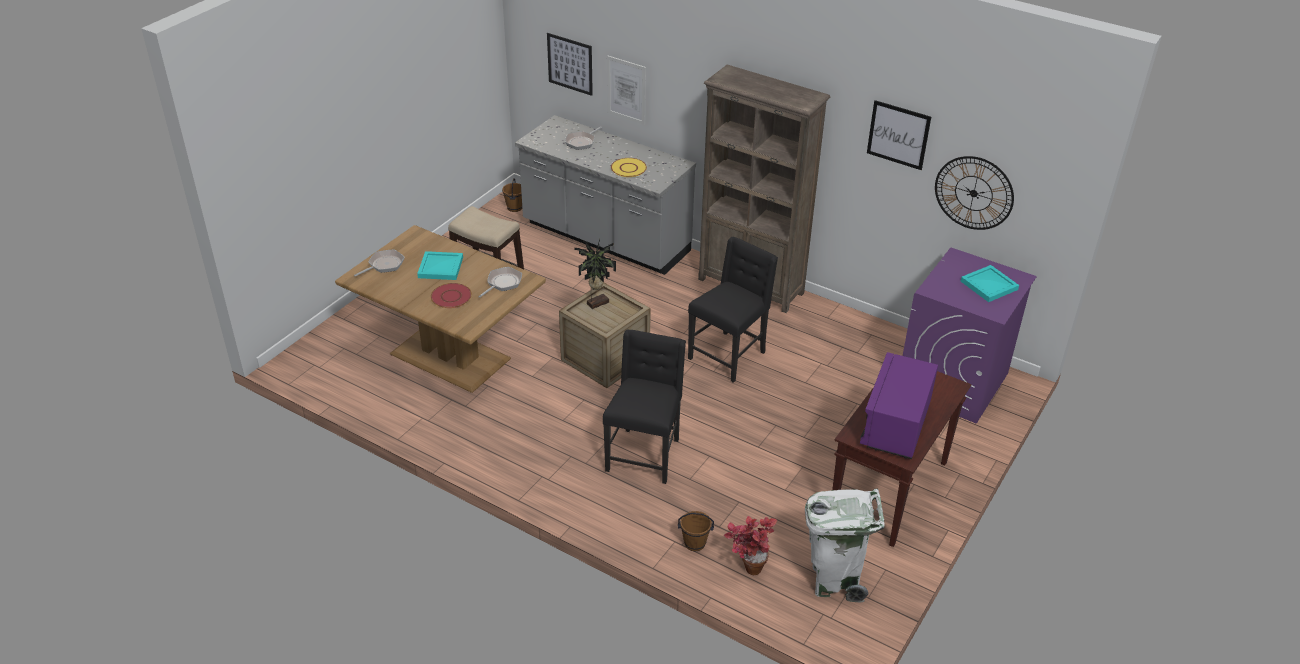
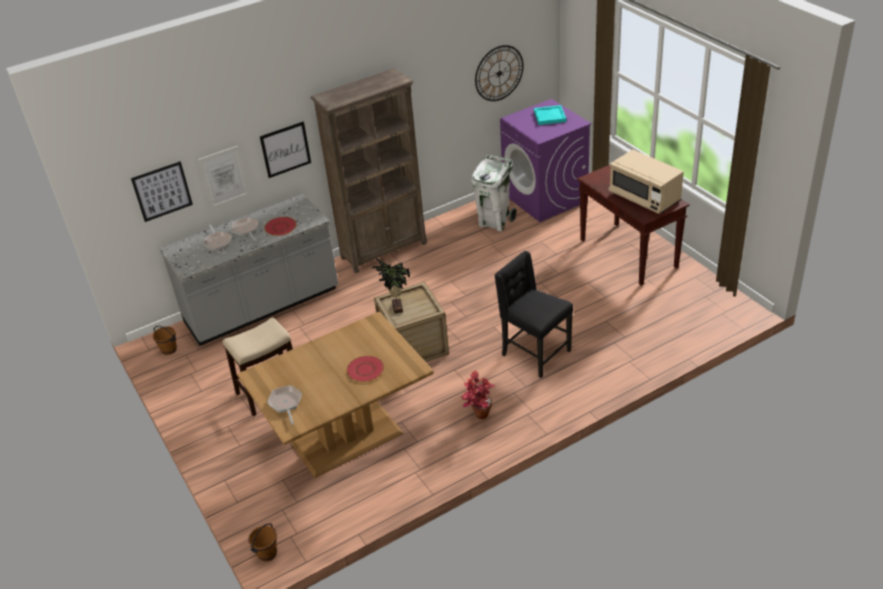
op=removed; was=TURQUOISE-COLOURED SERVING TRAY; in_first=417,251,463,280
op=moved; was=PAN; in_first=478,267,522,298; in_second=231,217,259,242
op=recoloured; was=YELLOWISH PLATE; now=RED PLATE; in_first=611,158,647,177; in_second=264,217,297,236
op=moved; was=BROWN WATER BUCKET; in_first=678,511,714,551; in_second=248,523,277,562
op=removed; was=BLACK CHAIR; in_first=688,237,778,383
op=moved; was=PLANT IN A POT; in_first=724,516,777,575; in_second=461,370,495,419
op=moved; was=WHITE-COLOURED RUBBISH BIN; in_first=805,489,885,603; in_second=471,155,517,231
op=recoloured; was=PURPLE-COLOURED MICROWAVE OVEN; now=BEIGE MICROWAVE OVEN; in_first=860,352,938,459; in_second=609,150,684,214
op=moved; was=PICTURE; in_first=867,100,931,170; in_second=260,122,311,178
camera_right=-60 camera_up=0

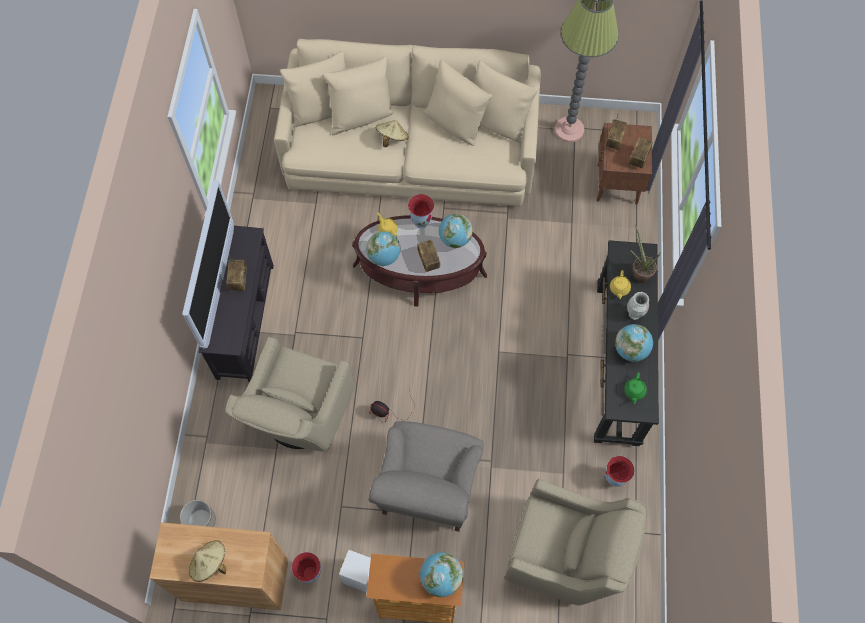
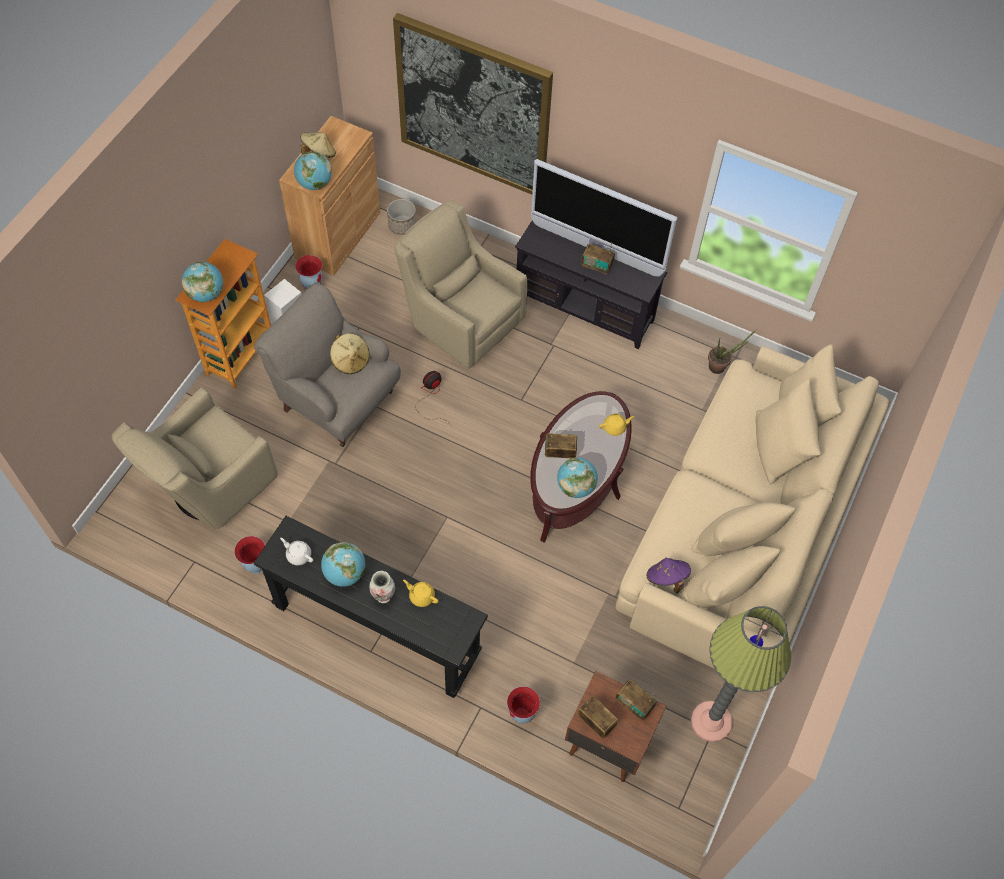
op=moved; was=WORLD GLOBE; in_first=366,232,400,266; in_second=294,152,332,190
op=moved; was=BEIGE CLOTHING HAT; in_first=376,120,409,147; in_second=330,333,370,374
op=moved; was=VASE; in_first=408,194,434,229; in_second=507,686,540,724
op=recoloured; was=GREENISH TEAPOT; now=WHITE-COLOURED TEAPOT; in_first=624,372,647,404; in_second=280,538,313,565
op=moved; was=PLANT IN A POT; in_first=630,224,661,283; in_second=708,330,756,374
op=added; now=PICTURE; in_second=393,13,553,194
op=added; now=PURPLE-COLOURED CLOTHING HAT; in_second=646,558,691,594
camera_right=110 camera_up=-5

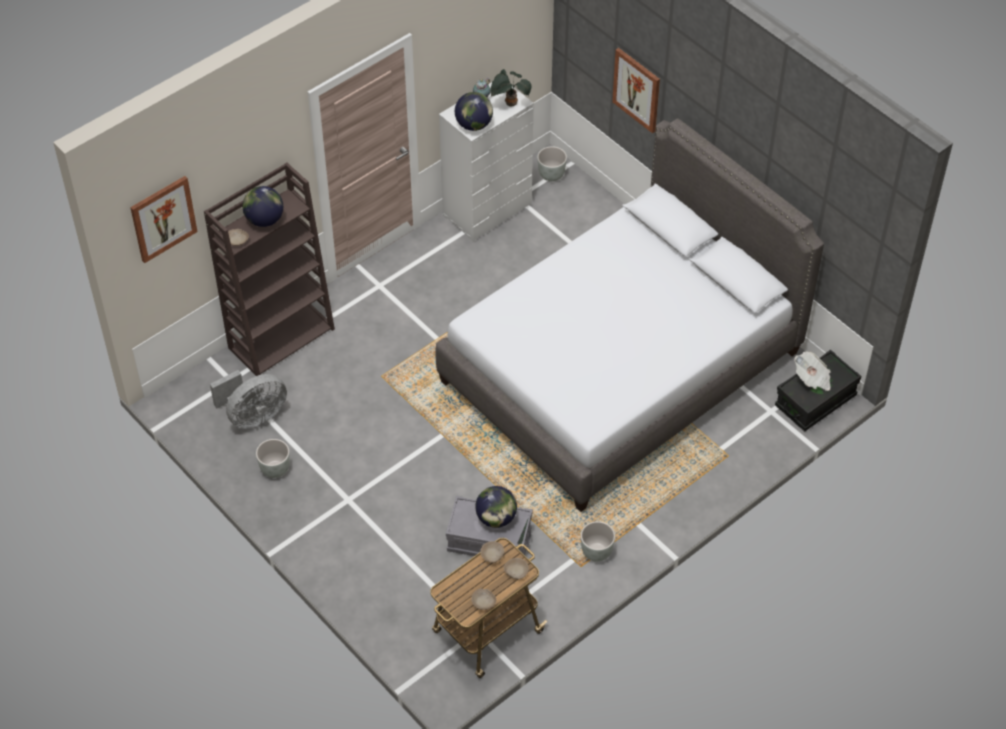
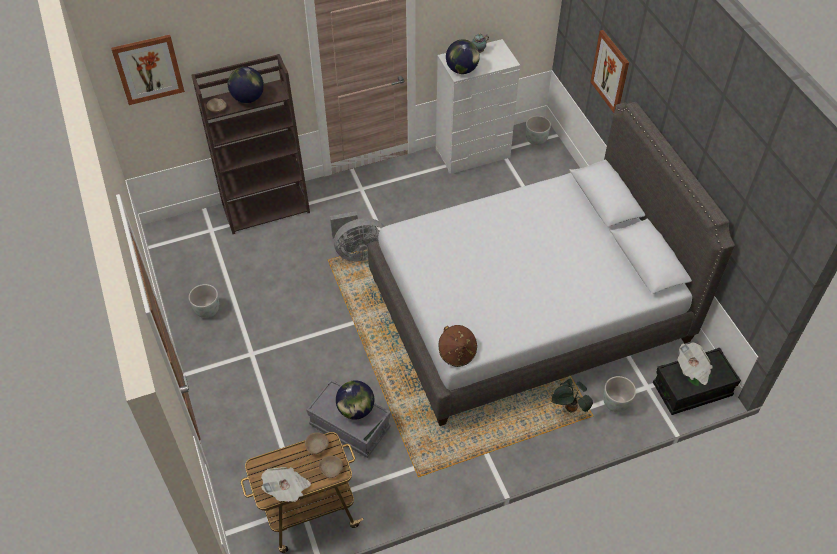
op=moved; was=GREY FAN; in_first=210,370,287,429; in_second=330,212,385,261
op=replaced; was=BEIGE BOWL; now=PRINTED PAPER; in_first=471,589,496,610; in_second=261,467,311,502
op=moved; was=PLANT IN A POT; in_first=491,69,532,106; in_second=551,379,593,412
op=moved; was=GREY FLOWER POT; in_first=581,521,615,562; in_second=603,376,636,412
op=added; now=BROWN CLOTHING HAT; in_second=439,325,477,367
camera_right=20 camera_up=0

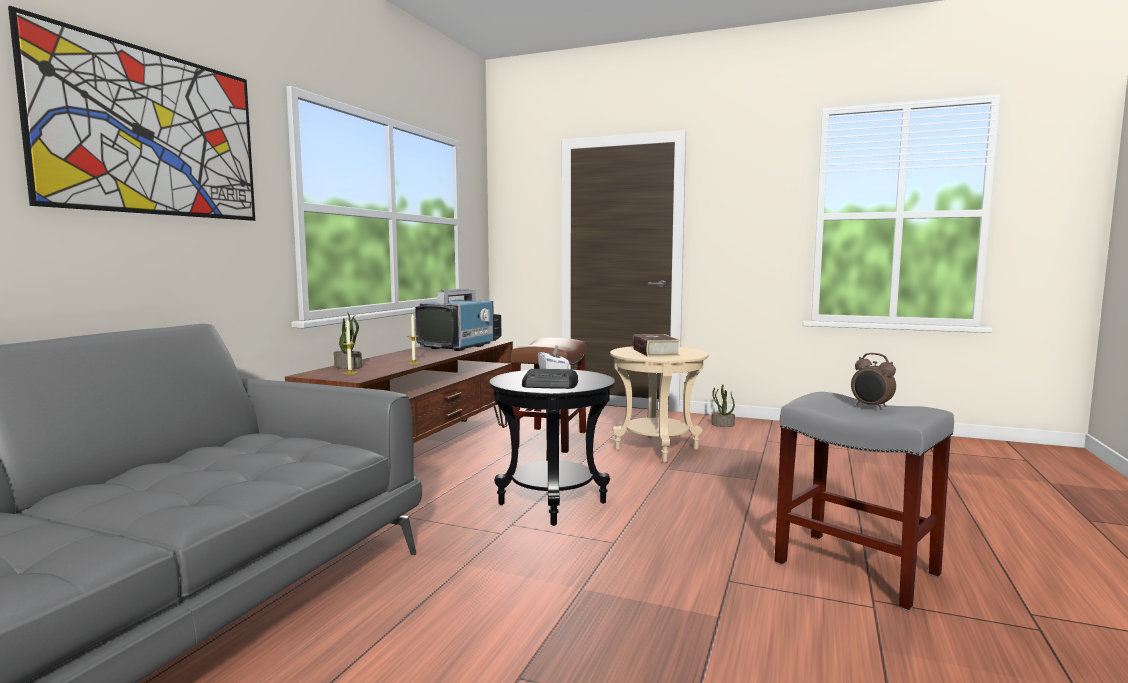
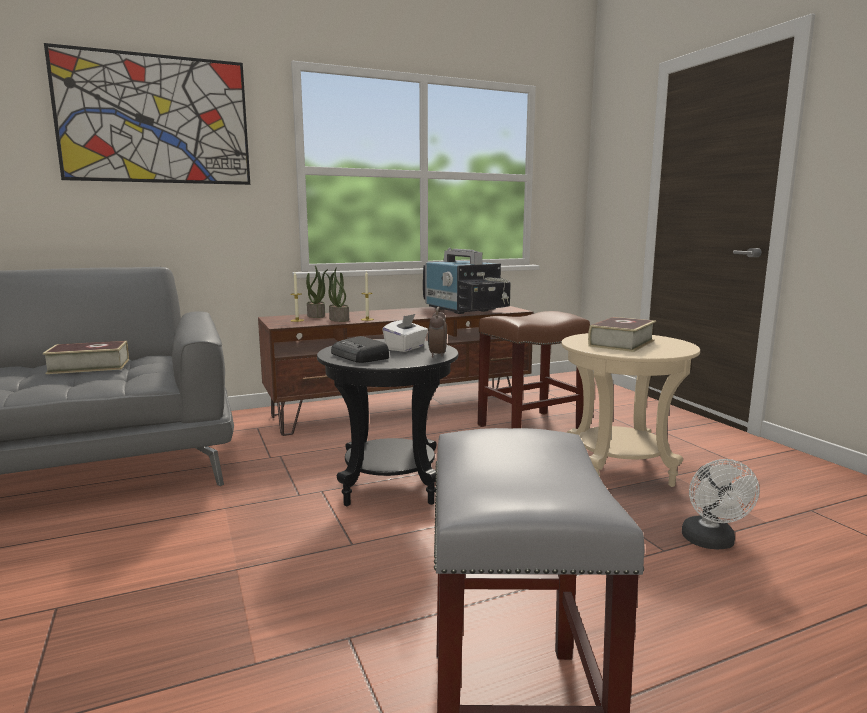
op=turned; was=TV SET; in_first=415,288,502,351; in_second=423,248,511,314; clockwise=75
op=moved; was=PLANT IN A POT; in_first=711,385,735,427; in_second=324,267,349,322
op=moved; was=TABLE CLOCK; in_first=851,353,896,410; in_second=428,307,447,357
op=added; now=BOUND BOOK; in_second=43,341,129,374
op=added; now=WHITE-COLOURED FAN; in_second=682,459,760,549
camera_right=45 camera_up=5

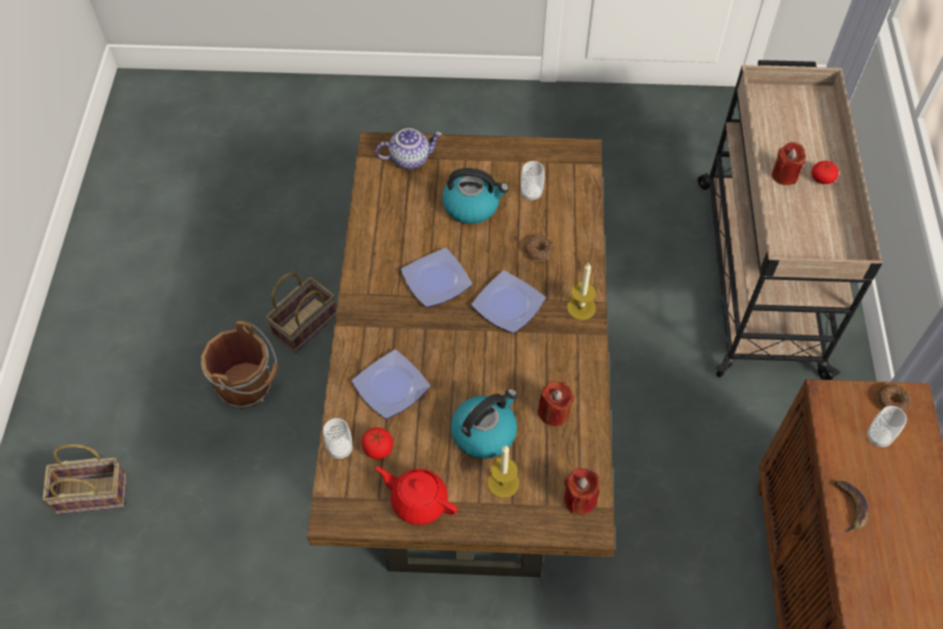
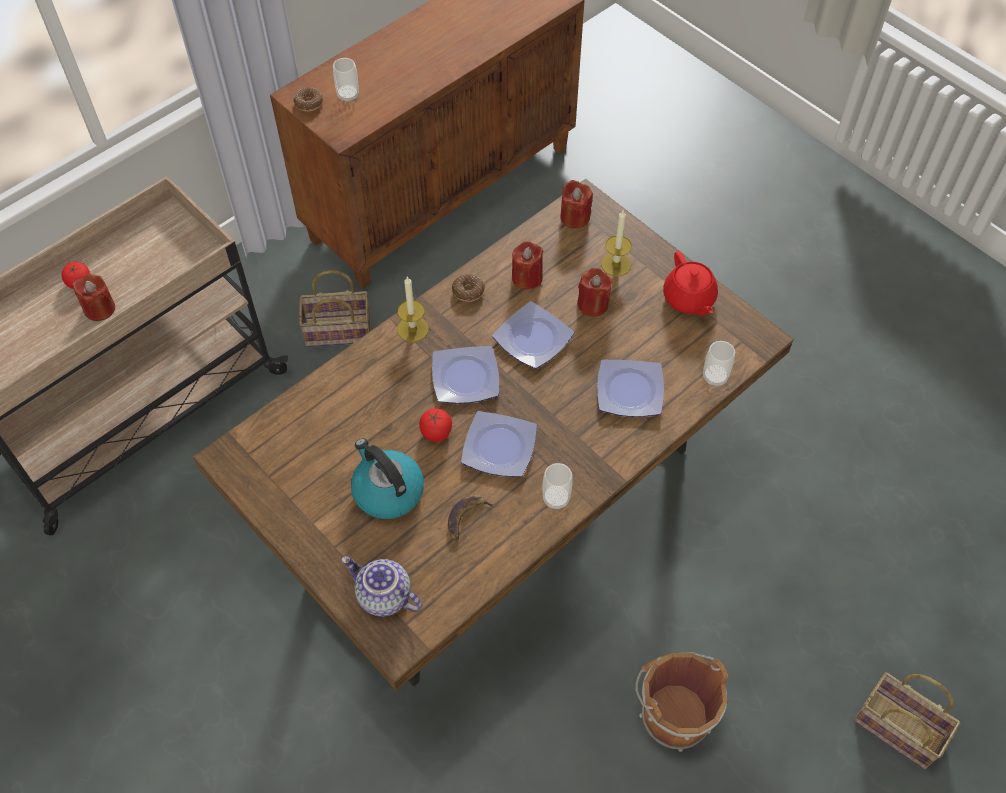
op=moved; was=BASKET; in_first=266,272,336,353; in_second=299,270,371,347
op=moved; was=FRESH TOMATO; in_first=361,428,393,459; in_second=419,408,452,442
op=replaced; was=WATER KETTLE; now=RED WAX CANDLE; in_first=451,388,518,459; in_second=577,268,612,317
op=moved; was=SMALL CUP; in_first=521,161,545,201; in_second=543,463,573,510
op=moved; was=RING DOUGHNUT; in_first=524,235,554,261; in_second=452,274,485,302
op=moved; was=BANANA FRUIT; in_first=834,481,869,533; in_second=448,495,496,541
op=added; now=PLATE; in_second=492,301,574,369
camera_right=-135 camera_up=0

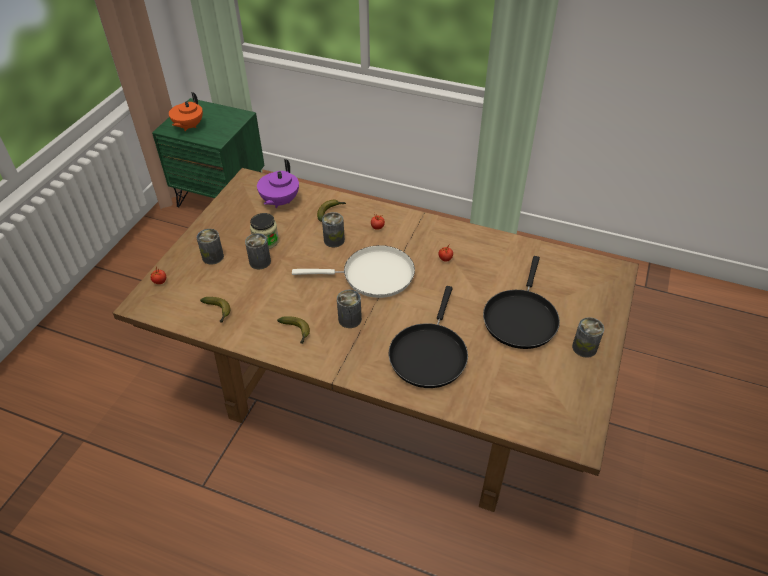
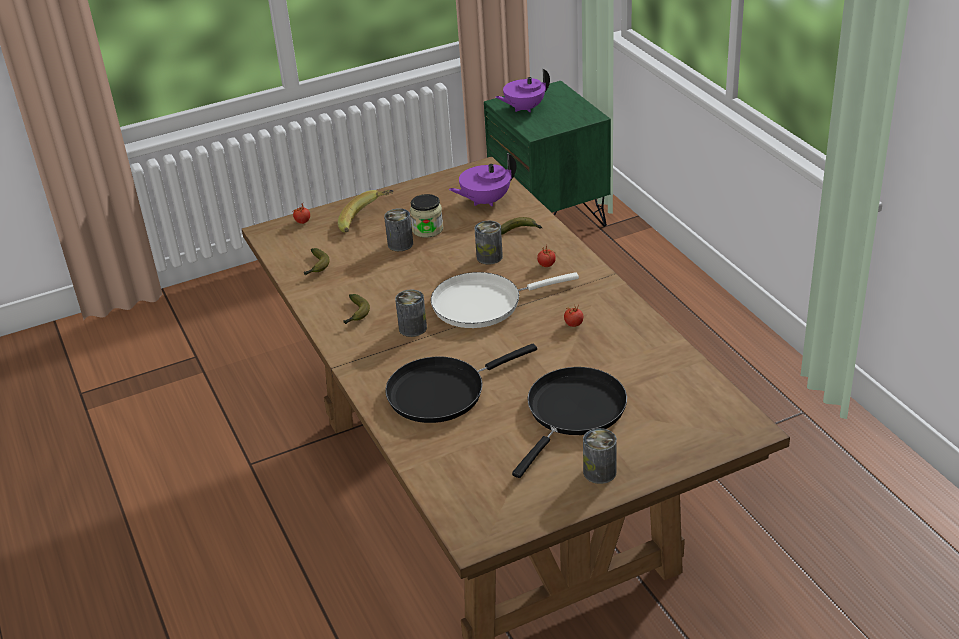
op=recoloured; was=ORANGE-COLOURED TEAPOT; now=PURPLE-COLOURED TEAPOT; in_first=169,92,203,131; in_second=496,68,550,112
op=replaced; was=SEALED CAN; now=BANANA FRUIT; in_first=197,229,224,265; in_second=338,190,394,233
op=turned; was=WHITE-COLOURED PAN; in_first=292,245,415,298; in_second=431,272,579,328; clockwise=120
op=turned; was=BLACK PAN; in_first=483,256,560,349; in_second=512,367,627,478; clockwise=150
camera_right=45 camera_up=-10

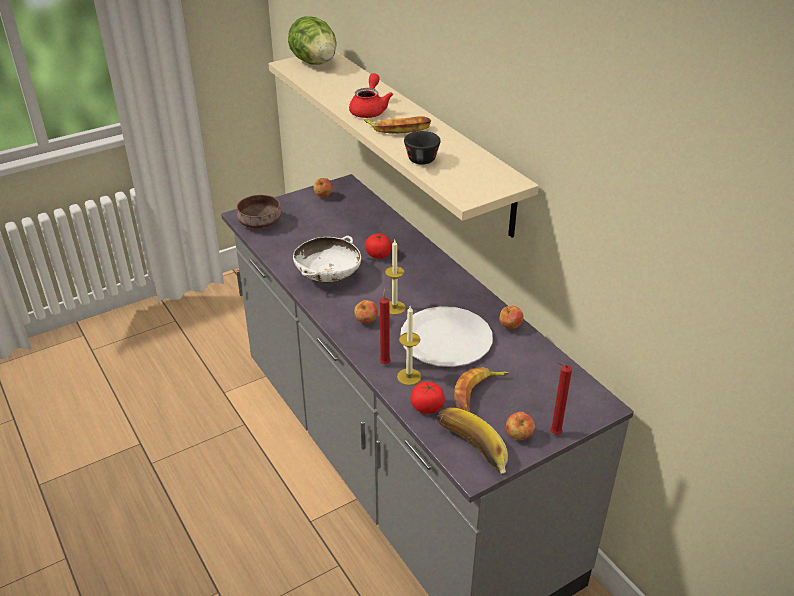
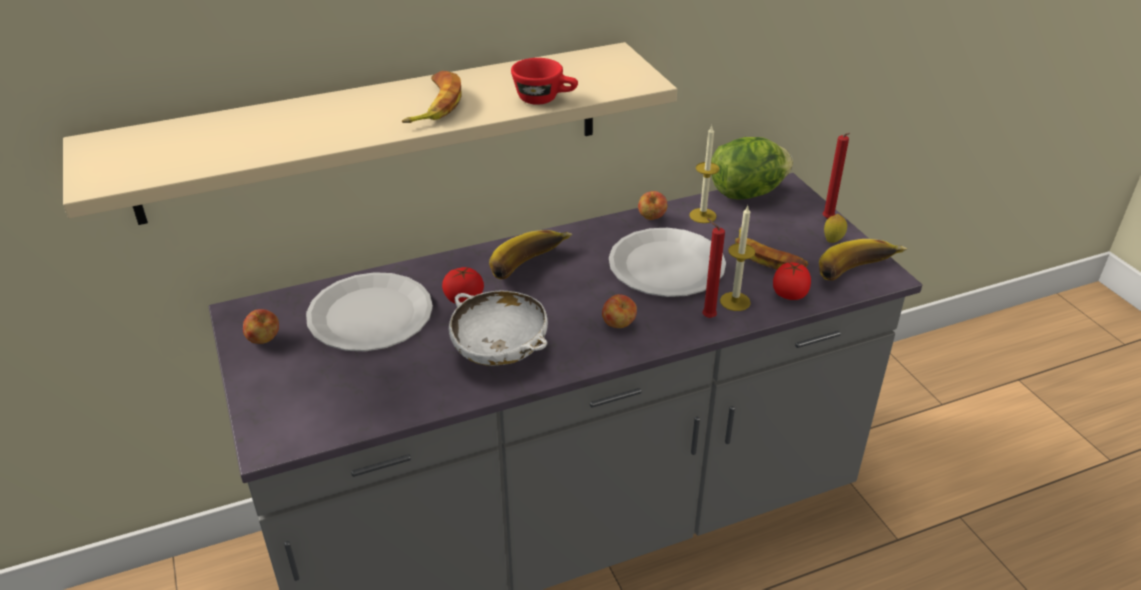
op=removed; was=BROWN BOWL; in_first=237,195,281,229
op=moved; was=LETTUCE HEAD; in_first=288,16,337,65; in_second=711,137,793,200
op=removed; was=RED TEAPOT; in_first=349,73,393,118
op=moved; was=WAX CANDLE; in_first=385,240,406,315; in_second=689,126,719,223
op=recoloured; was=BLACK SMALL CUP; now=RED SMALL CUP; in_first=404,131,441,165; in_second=511,58,578,105
op=replaced; was=APPLE; now=LEMON; in_first=506,412,535,440; in_second=824,214,847,243
op=added; now=WHITE-COLOURED PLATE; in_second=306,272,433,352
op=added; now=BANANA FRUIT; in_second=489,230,573,279
camera_right=-80 camera_up=0

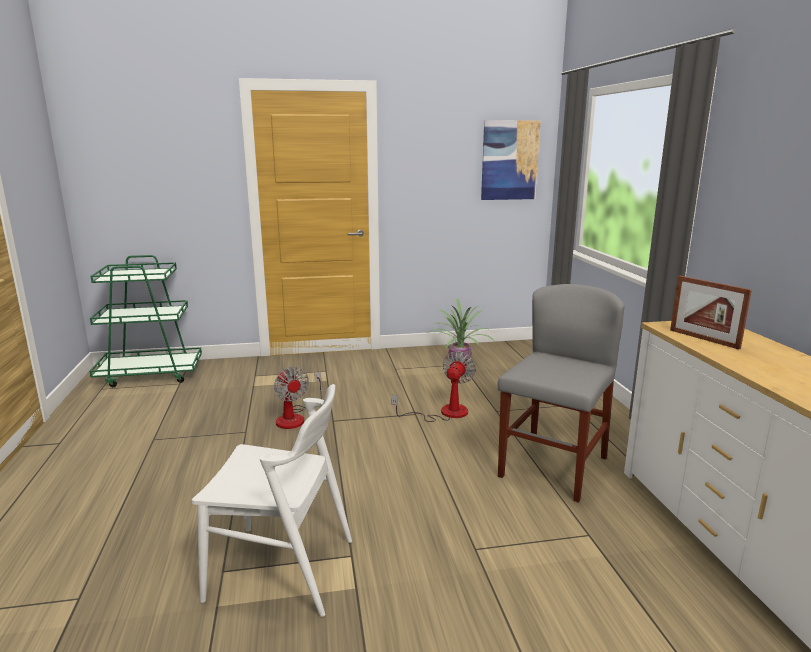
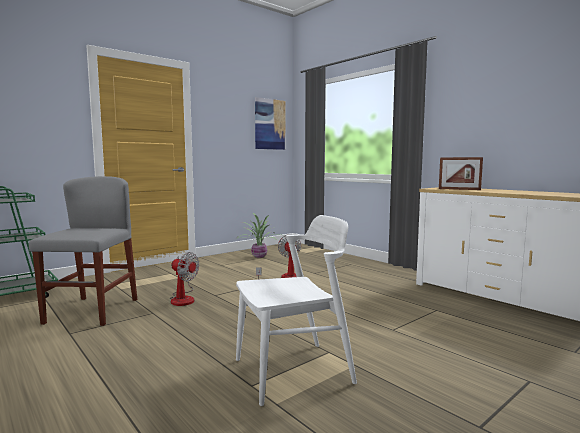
op=moved; was=GREY CHAIR; in_first=498,284,625,503; in_second=29,176,137,326
camera_right=-30 camera_up=-10

